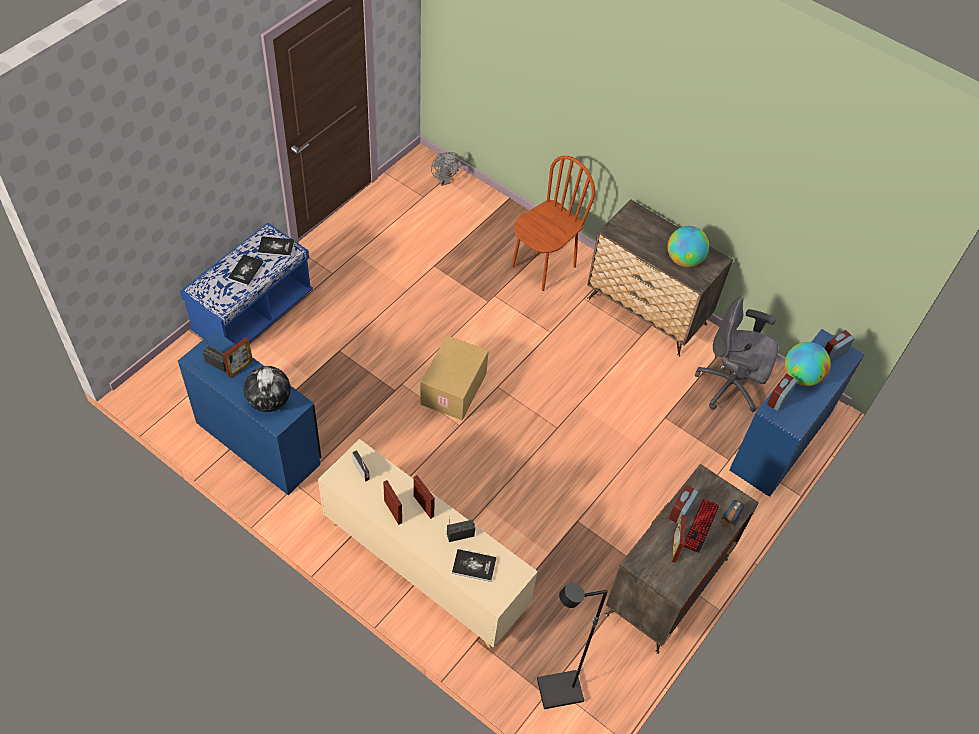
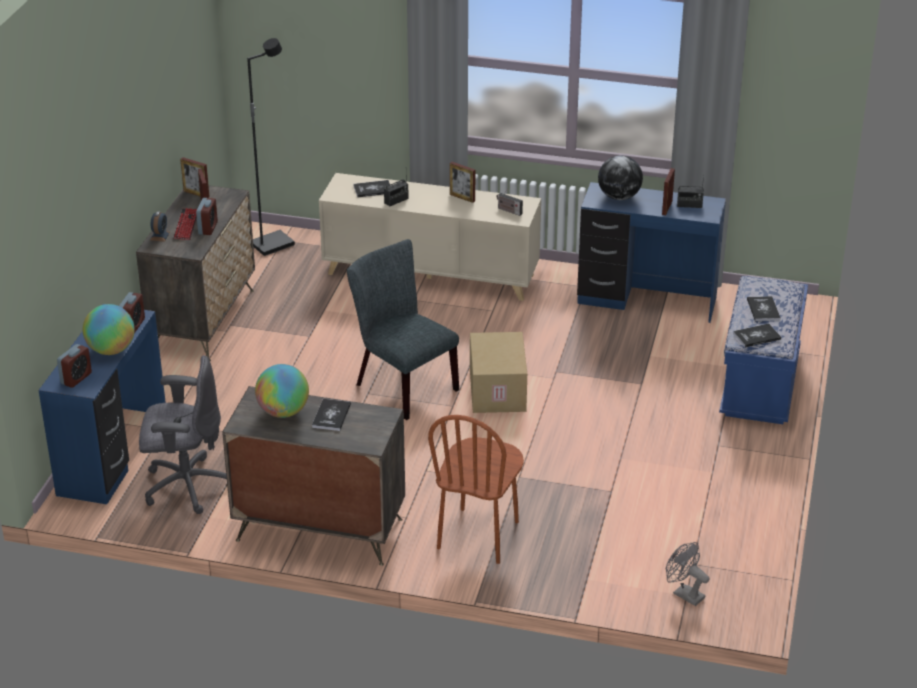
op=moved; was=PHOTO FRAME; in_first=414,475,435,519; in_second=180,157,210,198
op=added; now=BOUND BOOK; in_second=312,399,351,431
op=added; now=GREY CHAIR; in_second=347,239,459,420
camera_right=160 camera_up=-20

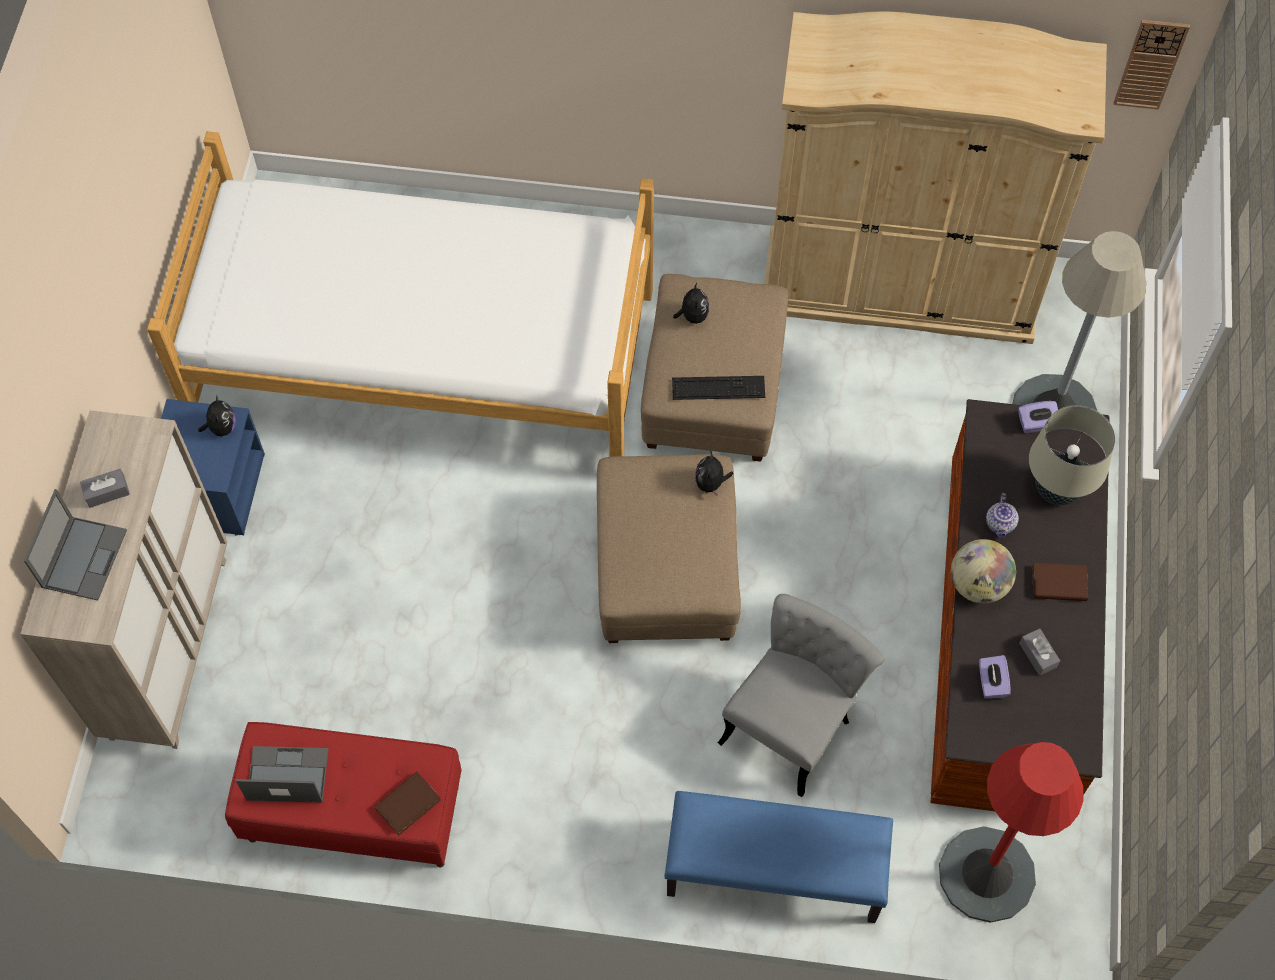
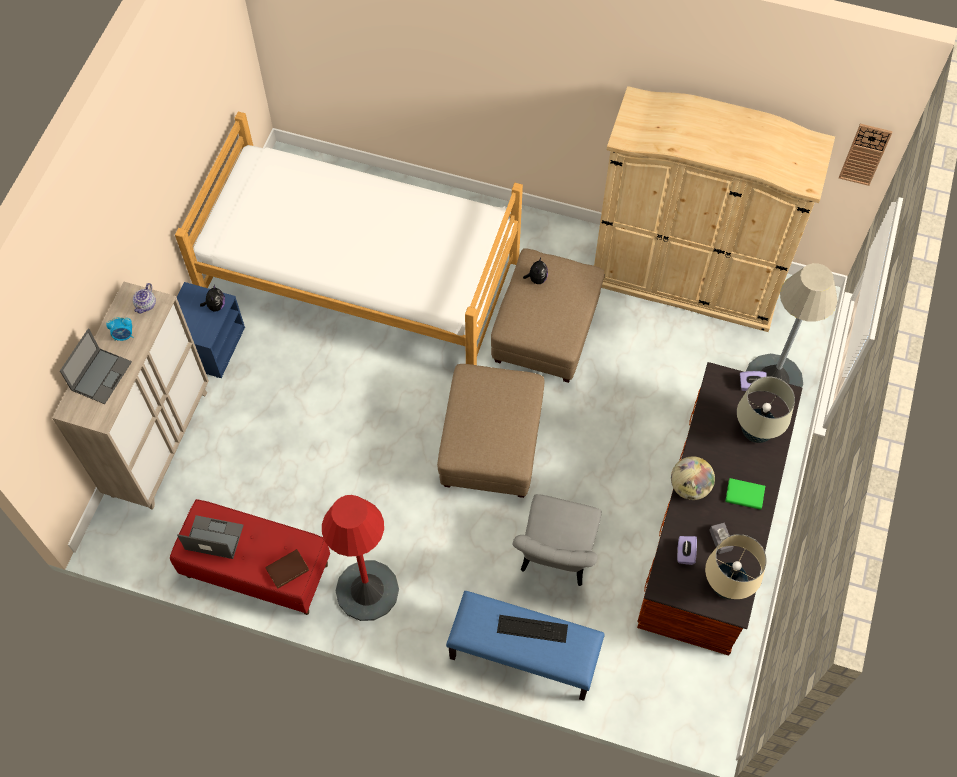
op=replaced; was=GREY BOX OF TISSUES; now=TABLE CLOCK; in_first=80,469,130,508; in_second=106,317,133,341
op=moved; was=PC KEYBOARD; in_first=672,376,765,400; in_second=497,615,568,643
op=removed; was=SOFT TOY; in_first=695,452,734,496
op=turned; was=GREY CHAIR; in_first=718,594,885,797; in_second=513,494,602,586; clockwise=150
op=moved; was=RED FLOOR LAMP; in_first=939,742,1084,923; in_second=322,495,399,621
op=moved; was=TEAPOT; in_first=986,493,1019,538; in_second=133,283,156,314
op=recoloured; was=BROWN BOUND BOOK; now=GREENISH BOUND BOOK; in_first=1032,563,1088,601; in_second=725,478,765,510
op=added; now=BEIGE LAMP FOR A TABLE; in_second=705,534,767,599
camera_right=10 camera_up=0

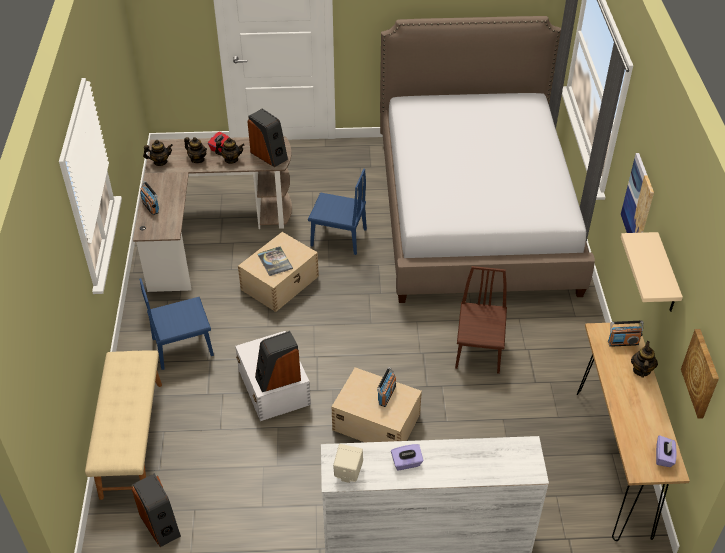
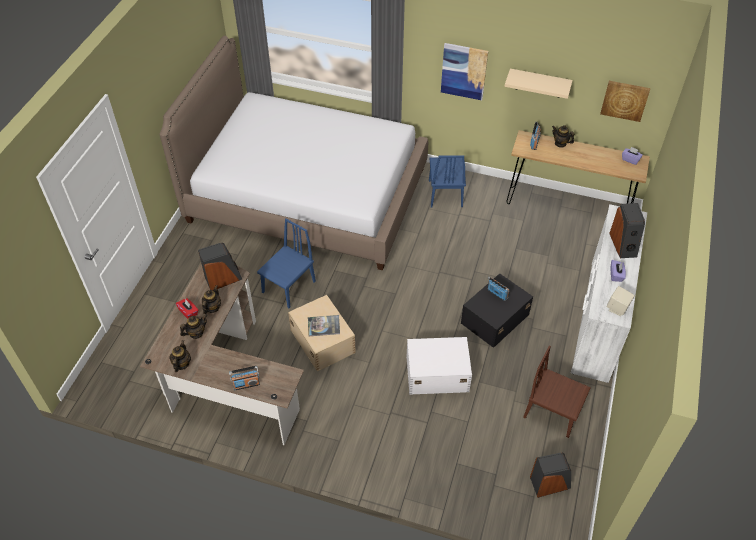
op=removed; was=BEIGE BENCH; in_first=85,350,162,500
op=moved; was=BLUE-COLOURED CHAIR; in_first=139,278,214,370; in_second=429,155,466,207
op=moved; was=LOUDSPEAKER; in_first=255,331,301,392; in_second=609,203,645,258
op=recoloured; was=BEIGE STORAGE CONTAINER; now=BLACK STORAGE CONTAINER; in_first=332,367,422,442; in_second=461,274,533,348
op=moved; was=BROWN CHAIR; in_first=455,266,507,374; in_second=523,345,591,438
camera_right=-70 camera_up=5

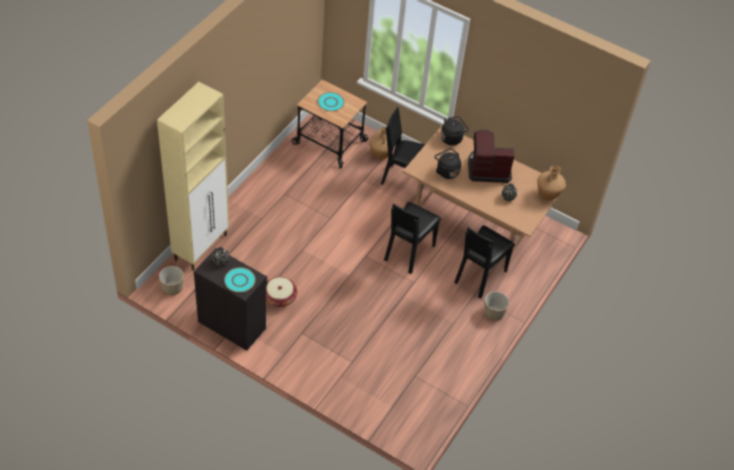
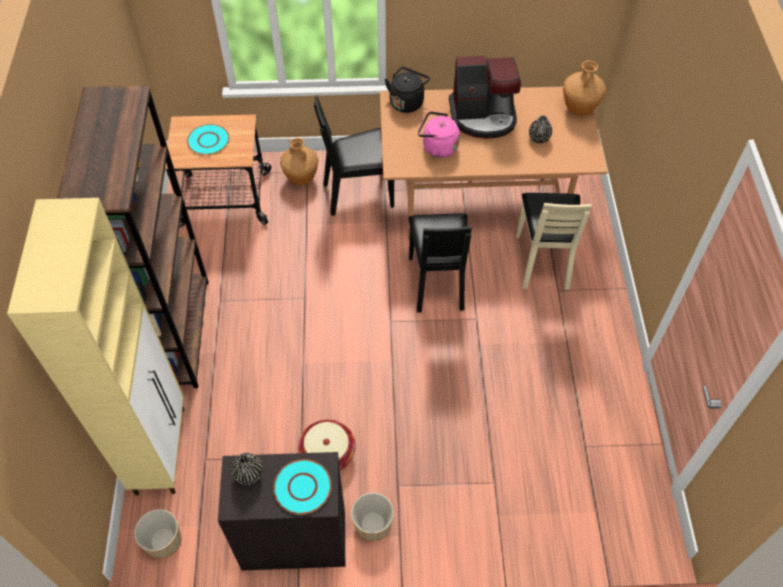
op=recoloured; was=BLACK WATER KETTLE; now=PINK WATER KETTLE; in_first=434,148,461,179; in_second=418,111,460,158
op=recoloured; was=BLACK CHAIR; now=BEIGE CHAIR; in_first=455,225,515,298; in_second=516,193,592,290
op=turned; was=COFFEE MACHINE; in_first=468,130,514,183; in_second=449,56,521,139; clockwise=-150
op=moved; was=FLOWER POT; in_first=484,291,509,320; in_second=351,492,394,541
op=added; now=BROWN BOOKSHELF; in_second=57,85,209,388
camera_right=-30 camera_up=5

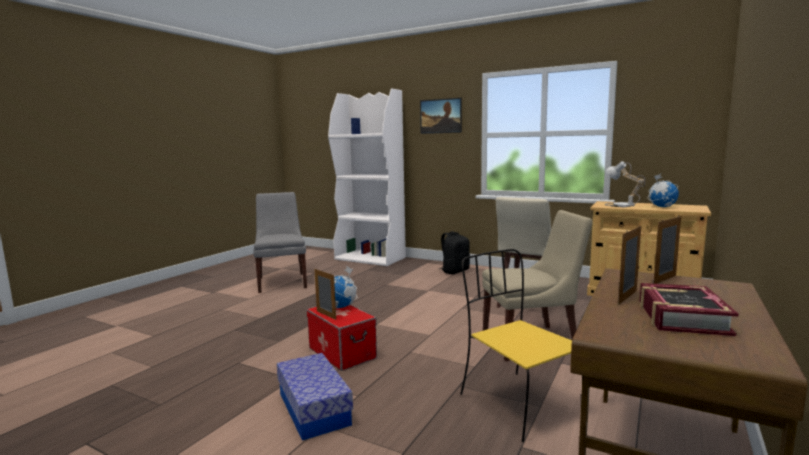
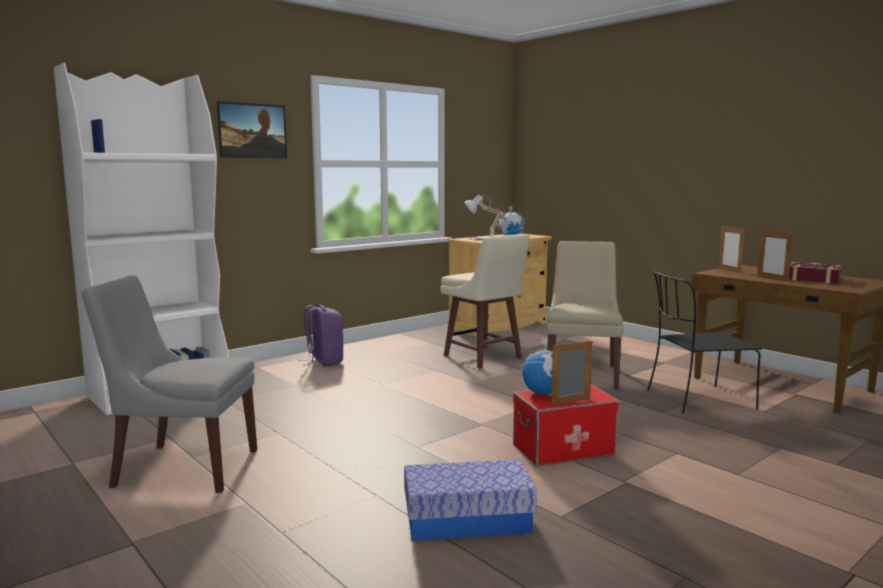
op=moved; was=STORAGE CONTAINER; in_first=277,353,353,441; in_second=404,459,537,541
op=recoloured; was=BLACK RUCKSACK; now=PURPLE-COLOURED RUCKSACK; in_first=438,231,470,274; in_second=299,305,344,367
op=recoloured; was=YELLOWISH CHAIR; now=BLACK CHAIR; in_first=460,249,583,442; in_second=647,272,762,414
camera_right=-70 camera_up=0

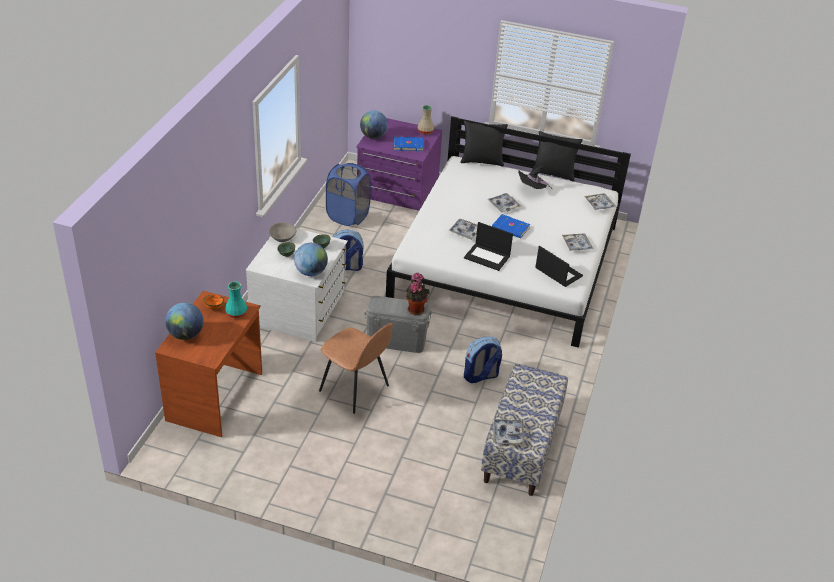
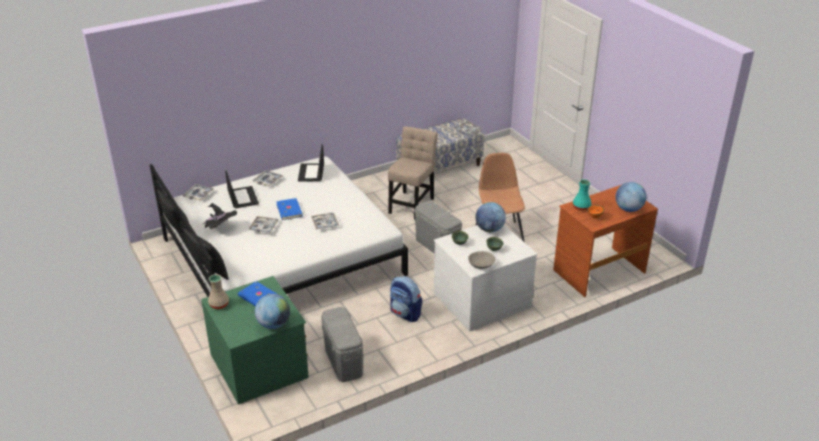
op=replaced; was=BLUE-COLOURED WASHING BASKET; now=GREY STORAGE CONTAINER; in_first=326,163,371,226; in_second=321,307,363,382
op=recoloured; was=PURPLE-COLOURED DRAWER CHEST; now=GREENISH DRAWER CHEST; in_first=356,118,443,211; in_second=201,276,309,405
op=removed; was=PLANT IN A POT; in_first=405,273,430,315
op=moved; was=LAPTOP; in_first=464,222,513,271; in_second=225,170,259,209
op=replaced; was=RUCKSACK; now=BEIGE CHAIR; in_first=464,337,502,383; in_second=388,126,438,219
camera_right=-135 camera_up=-5

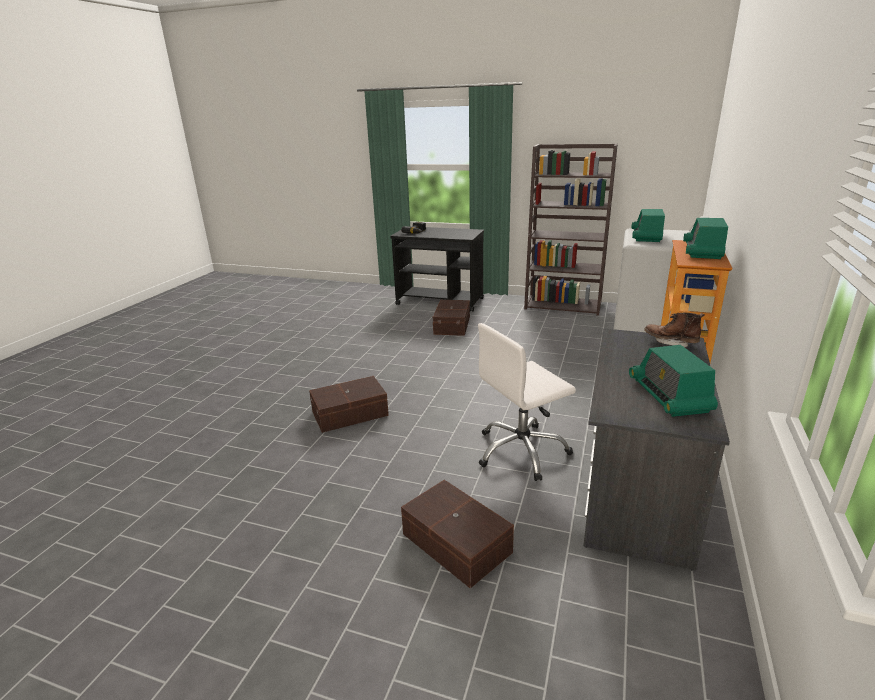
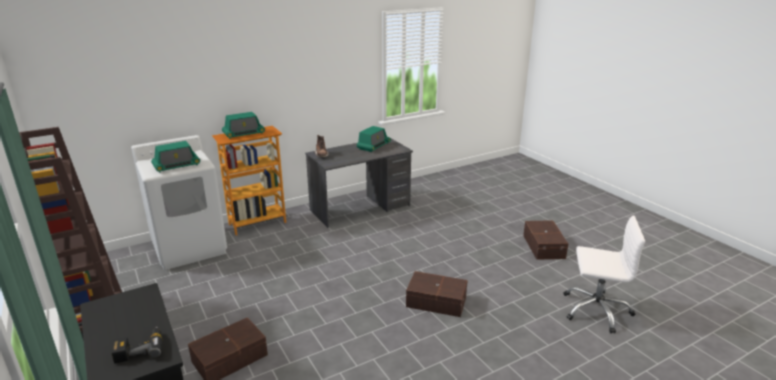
op=moved; was=BROWN STORAGE CONTAINER; in_first=401,480,514,589; in_second=523,220,569,260
op=moved; was=WHITE-COLOURED DESK CHAIR; in_first=478,323,576,481; in_second=563,216,645,333
camera_right=-140 camera_up=0

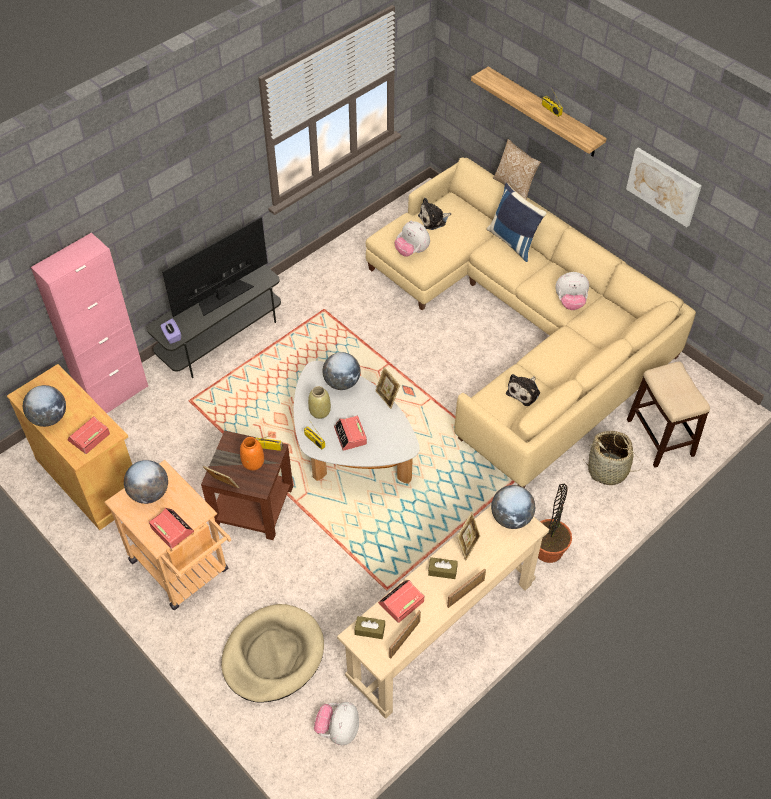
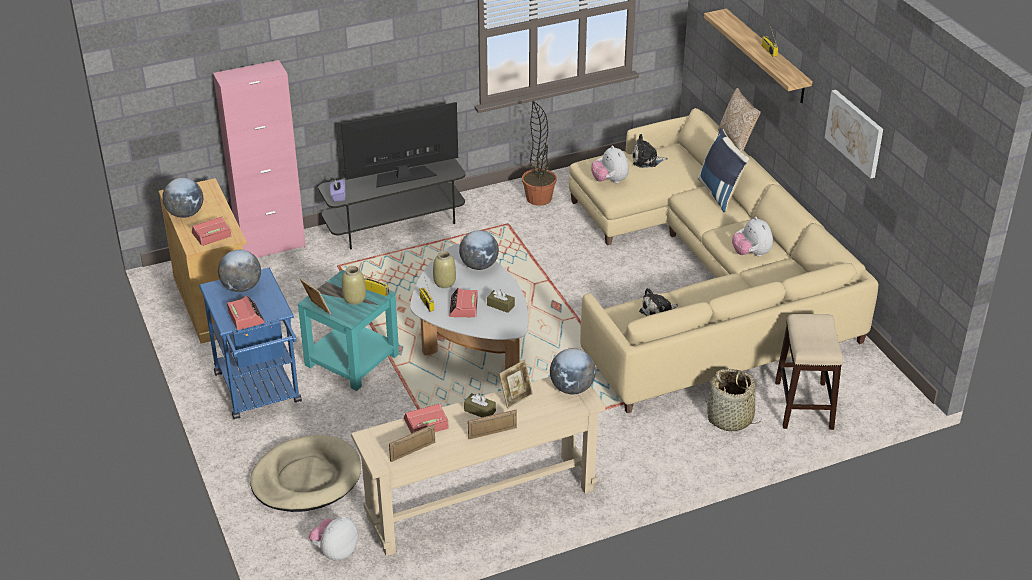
op=recoloured; was=BEIGE TROLLEY; now=BLUE-COLOURED TROLLEY; in_first=104,460,231,610; in_second=199,268,302,420
op=recoloured; was=BROWN ACCENT TABLE; now=TURQUOISE-COLOURED ACCENT TABLE; in_first=201,430,293,540; in_second=297,270,399,391
op=recoloured; was=ORANGE-COLOURED VASE; now=BEIGE VASE; in_first=240,437,264,471; in_second=342,266,366,305
op=moved; was=BROWN BOX OF TISSUES; in_first=355,616,385,639; in_second=487,289,515,313
op=removed; was=PHOTO FRAME; in_first=375,367,400,409
op=moved; was=PLANT IN A POT; in_first=538,484,572,563; in_second=522,100,557,206
op=turned; was=SOFT TOY; in_first=555,272,589,310; in_second=732,216,773,257; clockwise=45
camera_right=20 camera_up=-15

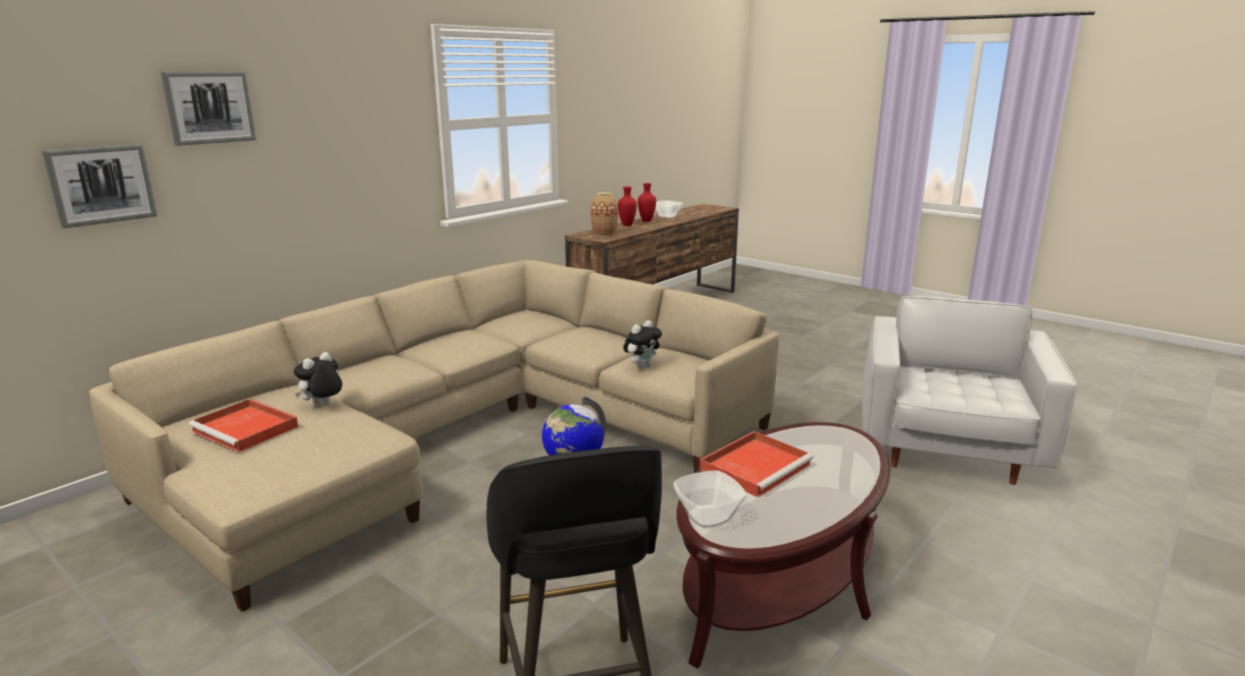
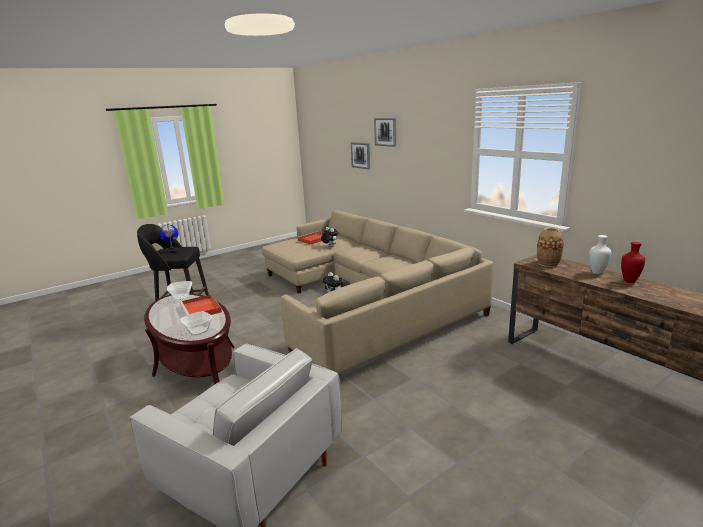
op=recoloured; was=RED VASE; now=WHITE-COLOURED VASE; in_first=618,186,637,226; in_second=589,235,611,274
op=moved; was=BOWL; in_first=655,200,683,218; in_second=181,311,212,335
camera_right=105 camera_up=0

